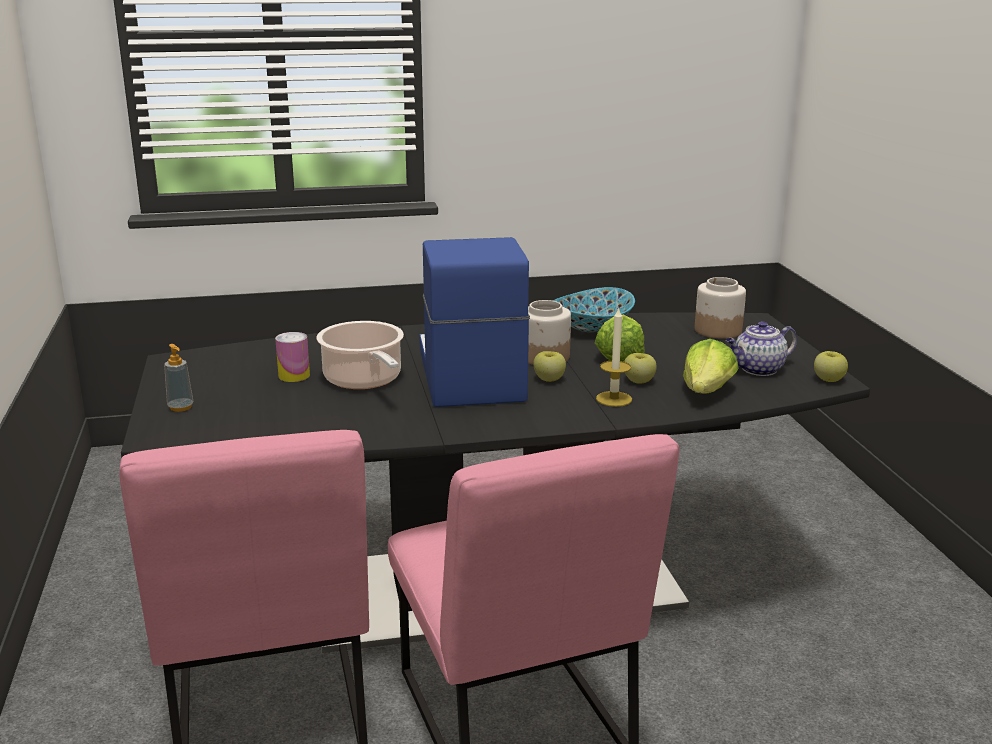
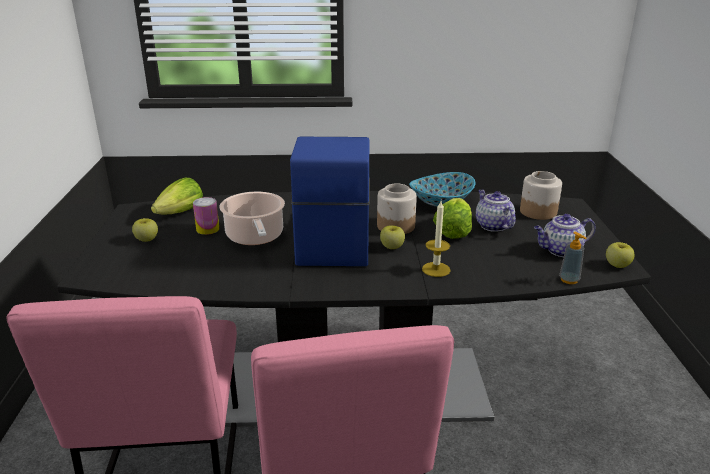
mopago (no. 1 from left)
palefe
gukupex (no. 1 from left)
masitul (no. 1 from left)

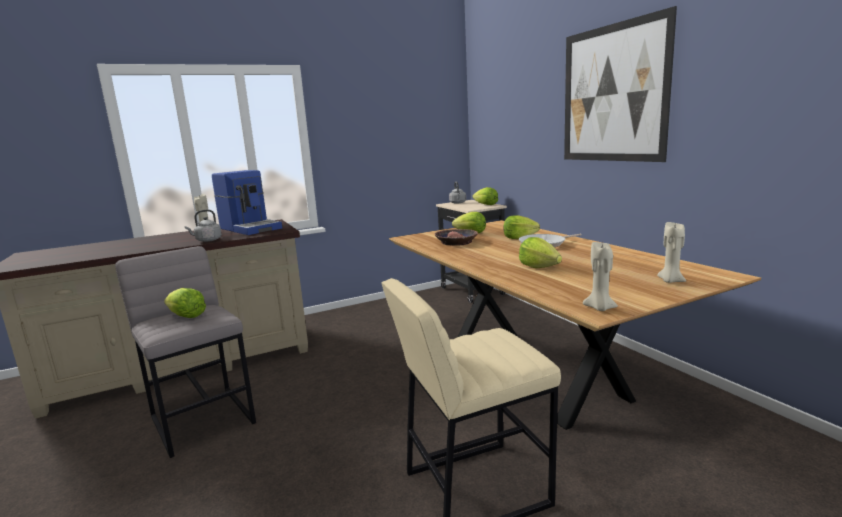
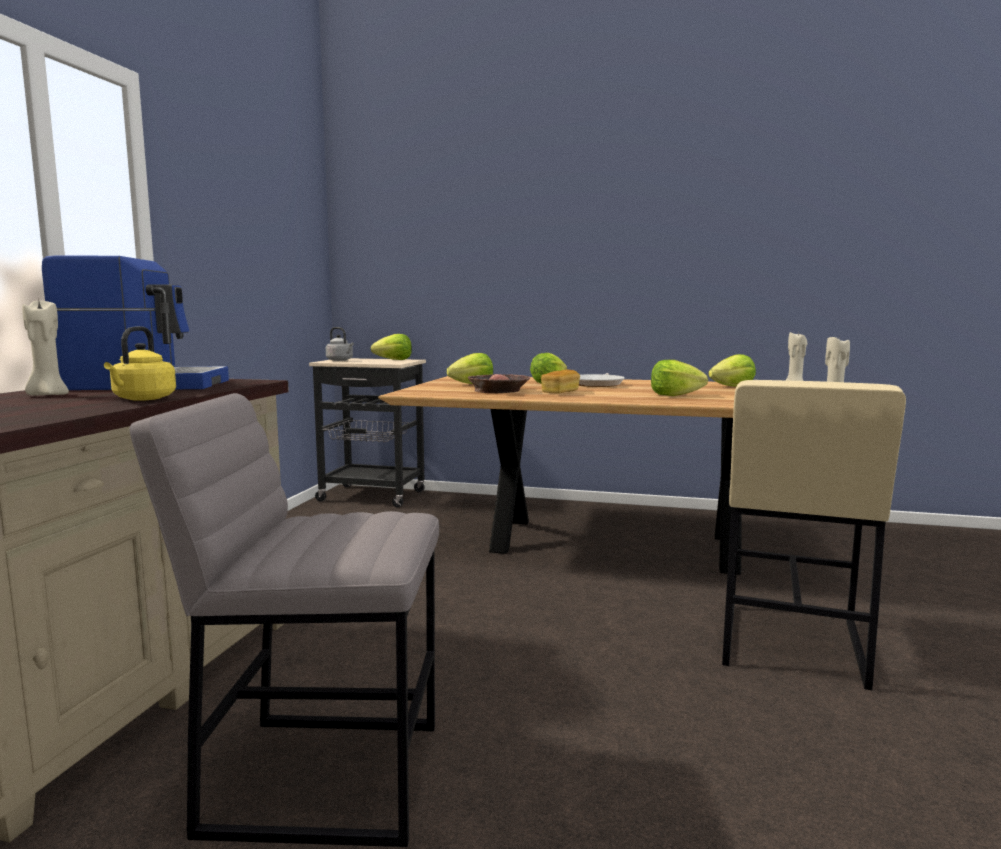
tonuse
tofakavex
masitul (no. 5 from left)
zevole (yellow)

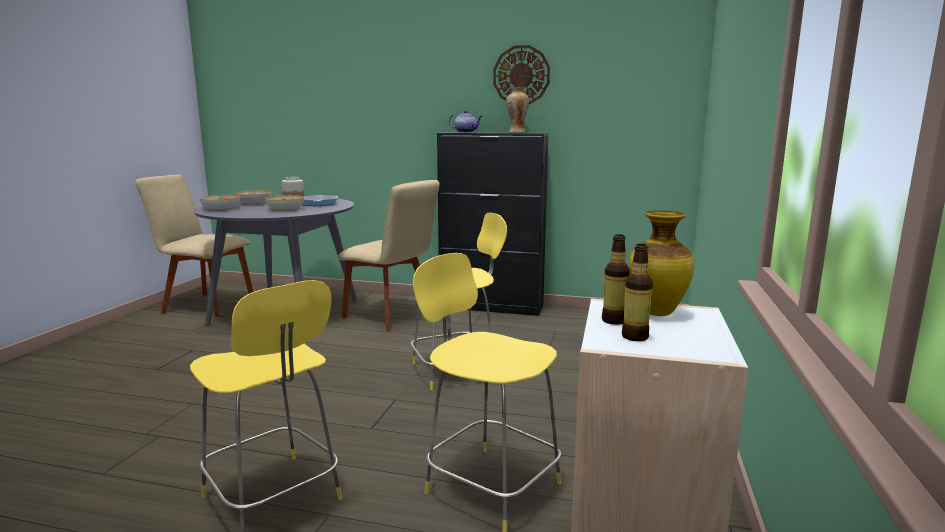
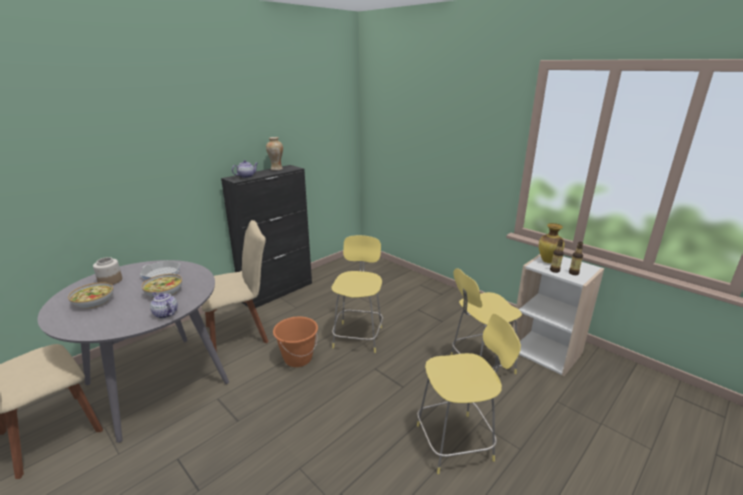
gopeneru (no. 1 from left in the first image)
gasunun
mopago (no. 1 from left)
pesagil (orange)

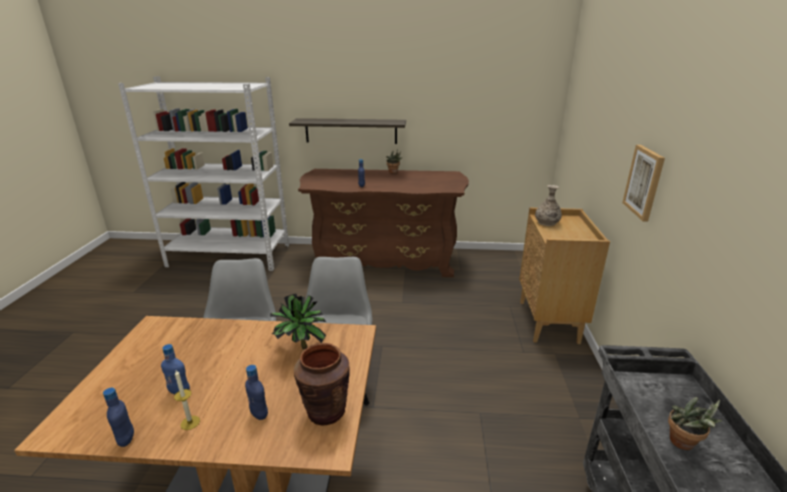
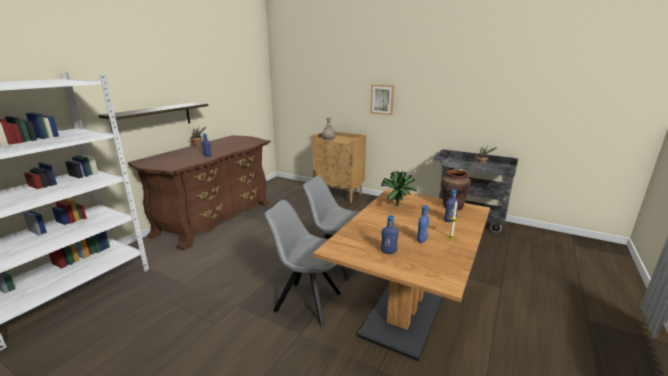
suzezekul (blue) (no. 2 from left)

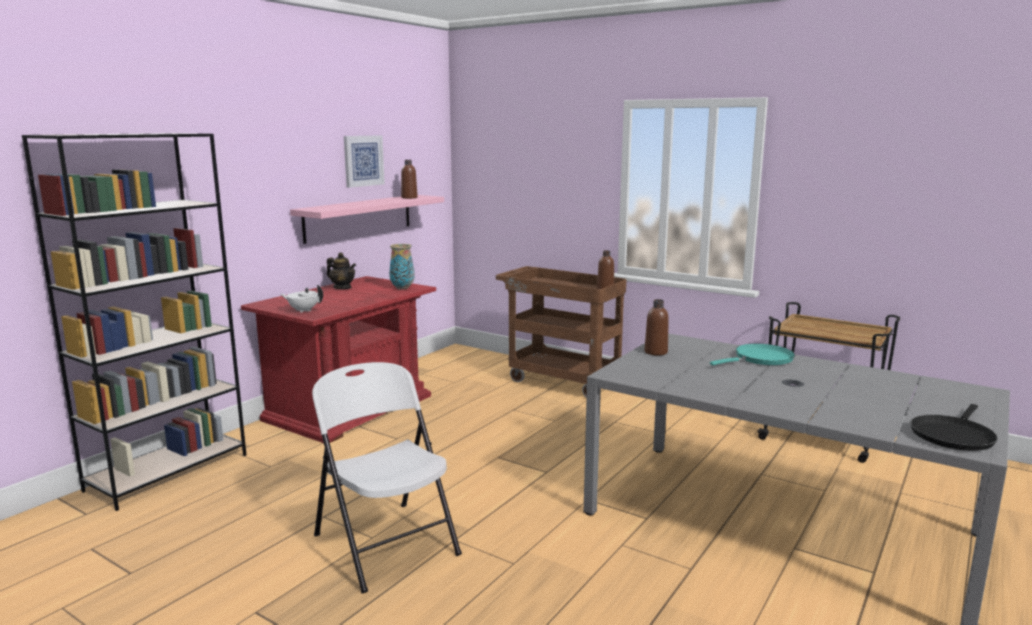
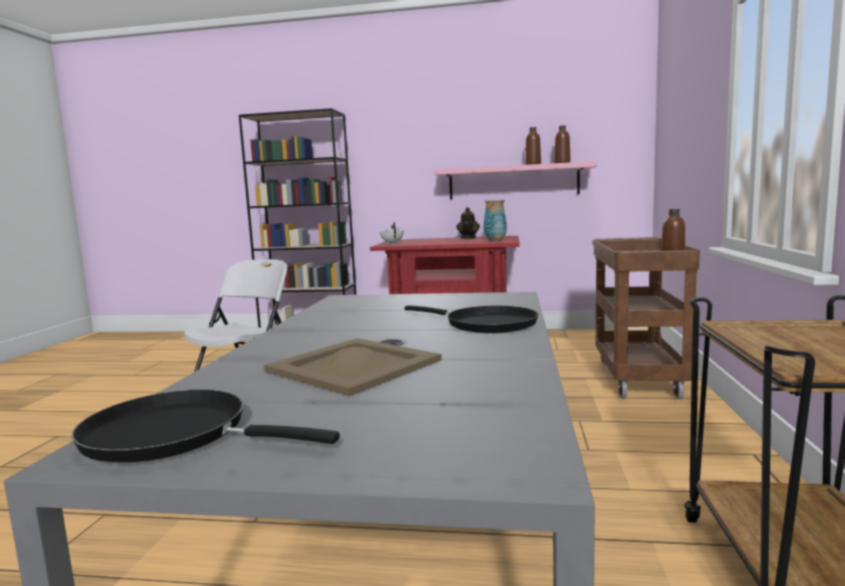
tonuse
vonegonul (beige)
suzezekul (brown) (no. 1 from left)
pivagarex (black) (no. 2 from left)

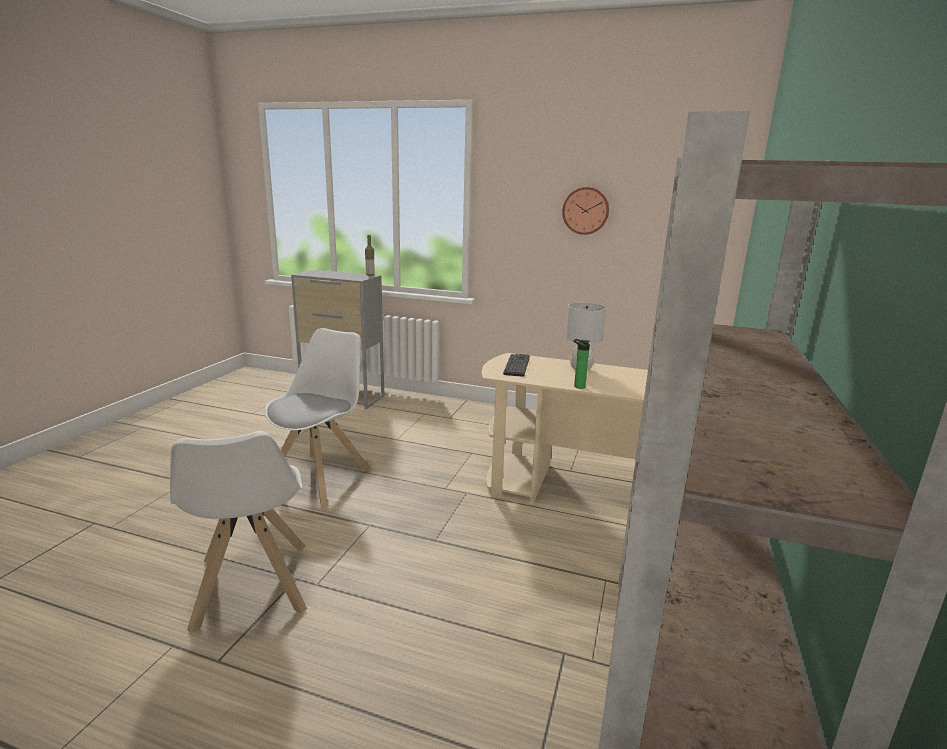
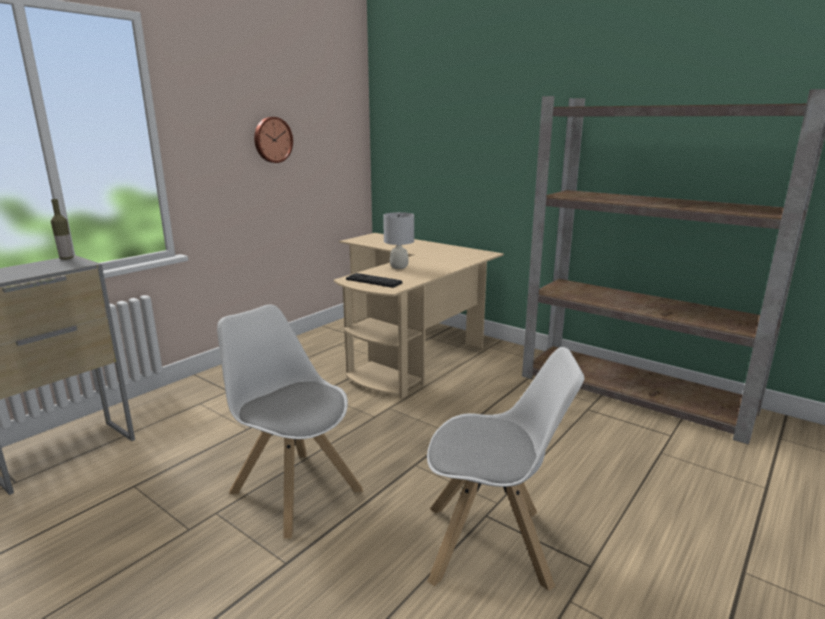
suzezekul (no. 2 from left in the first image)

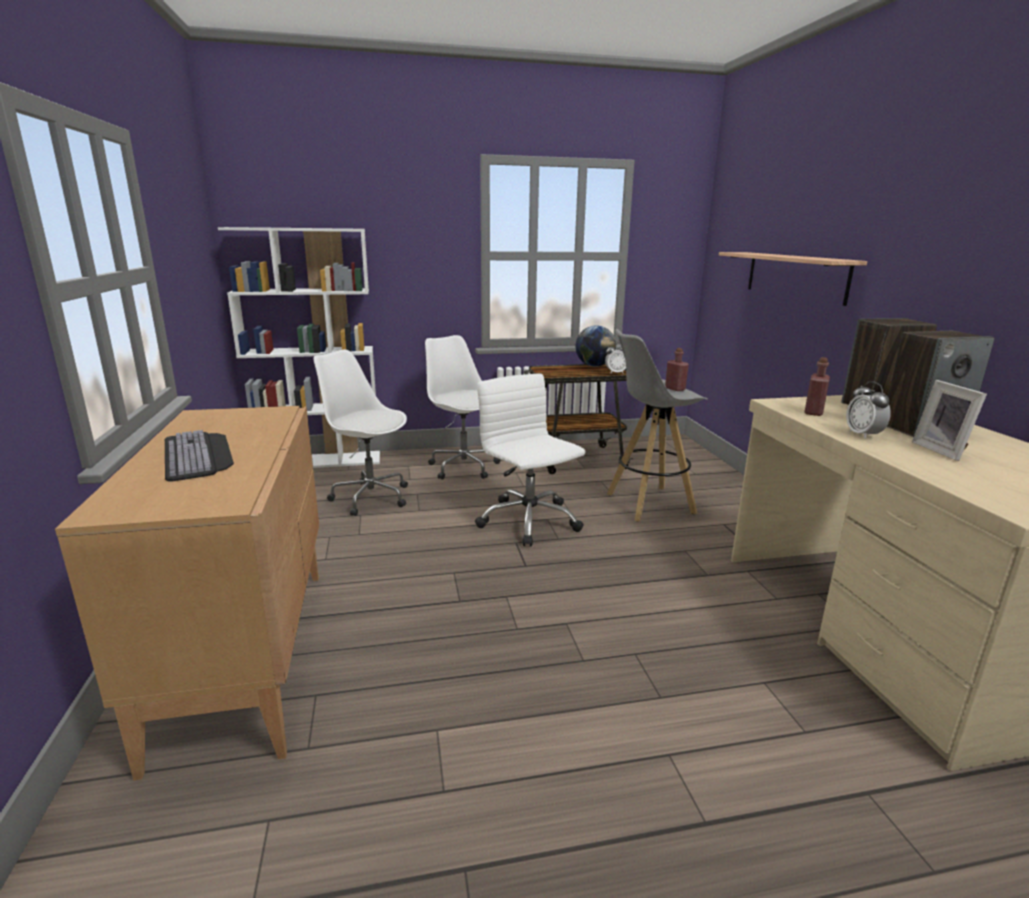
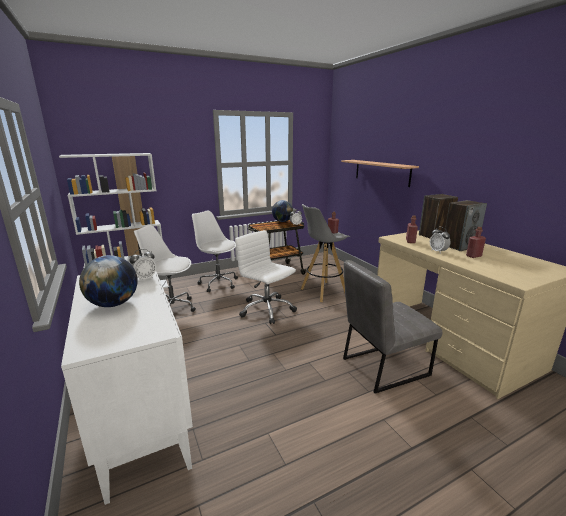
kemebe (no. 1 from left)
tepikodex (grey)
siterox (no. 1 from left)
suzezekul (red) (no. 3 from left)
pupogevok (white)

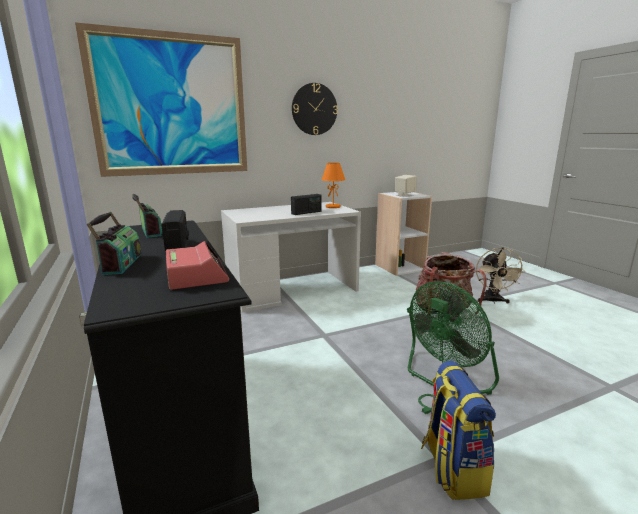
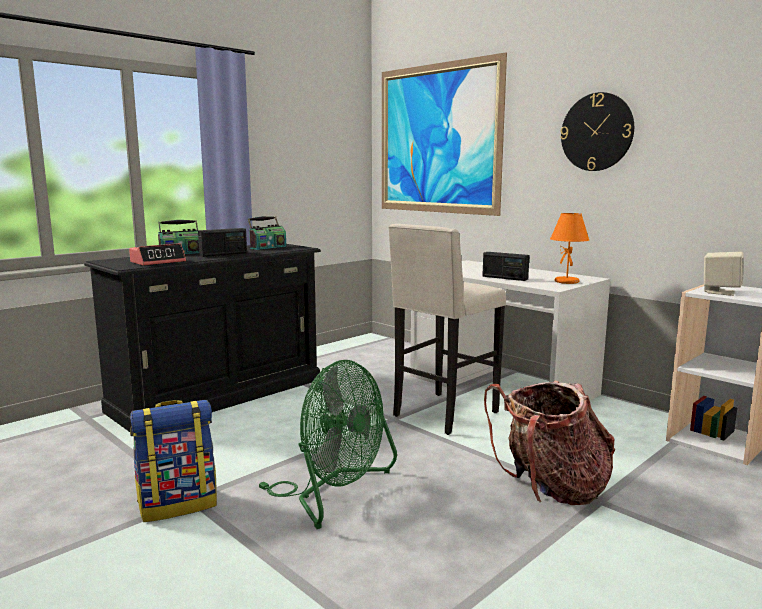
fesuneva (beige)
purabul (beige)

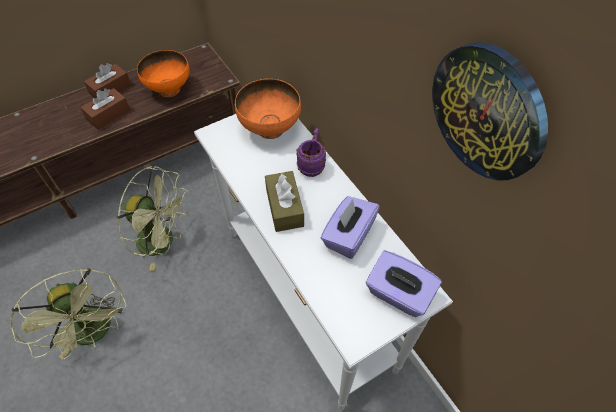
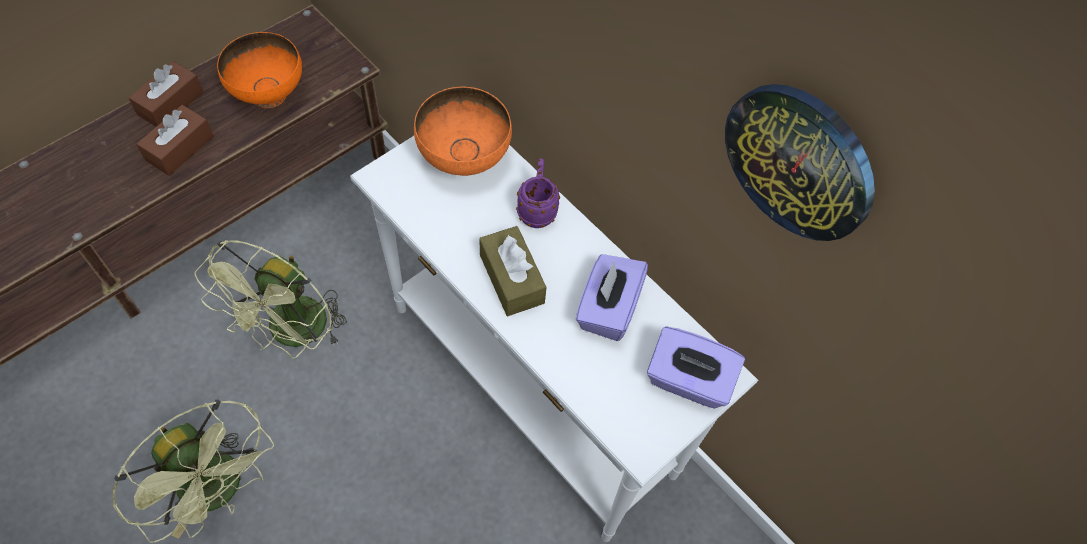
fesuneva (green) (no. 2 from left)

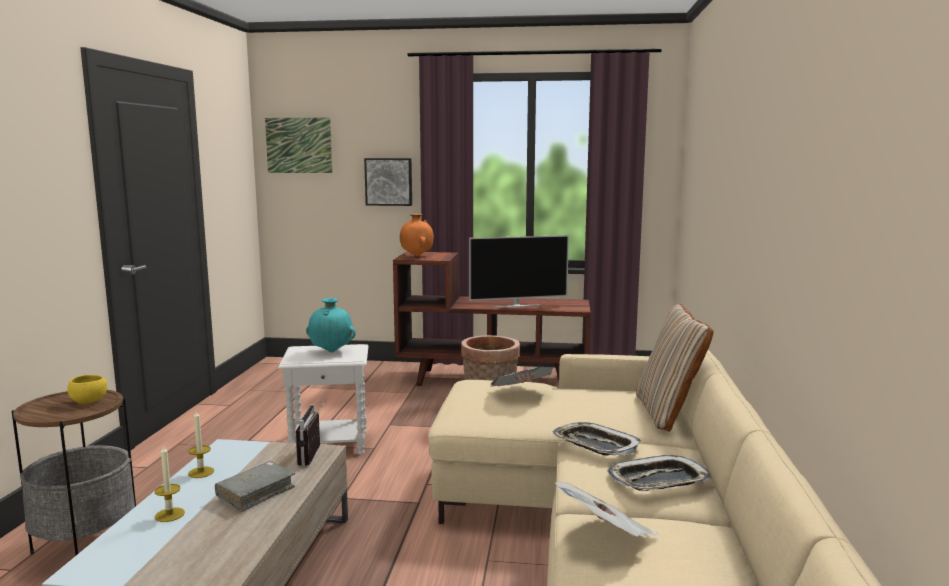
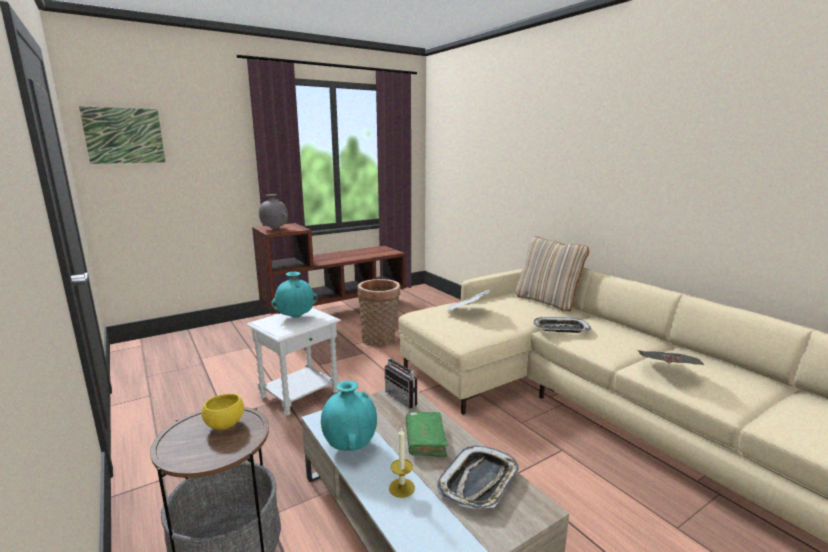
tonuse (no. 2 from left in the first image)
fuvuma
vonegonul (no. 1 from left)
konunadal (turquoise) (no. 2 from left)
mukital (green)
konunadal (grey)

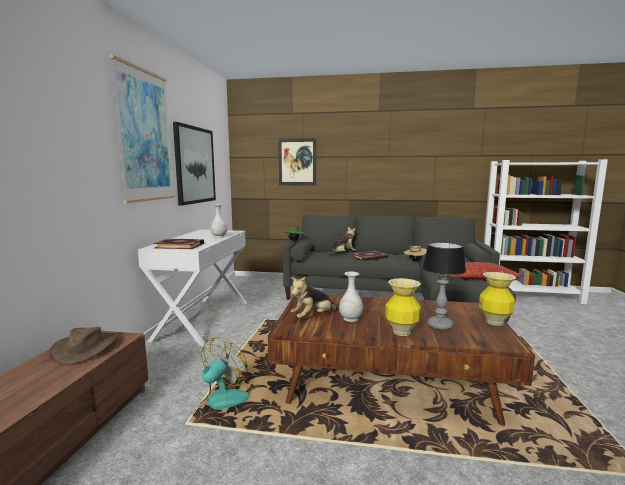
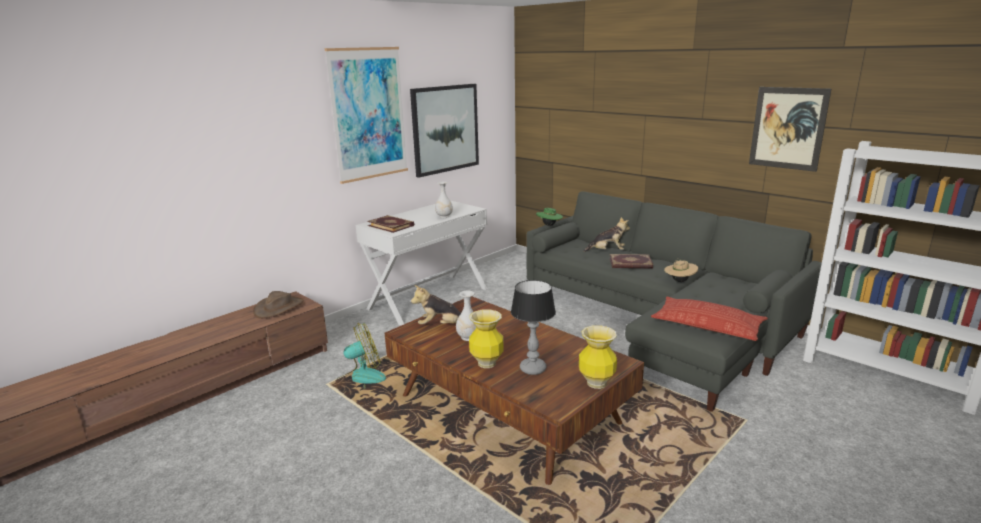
tonuse (no. 3 from left)

